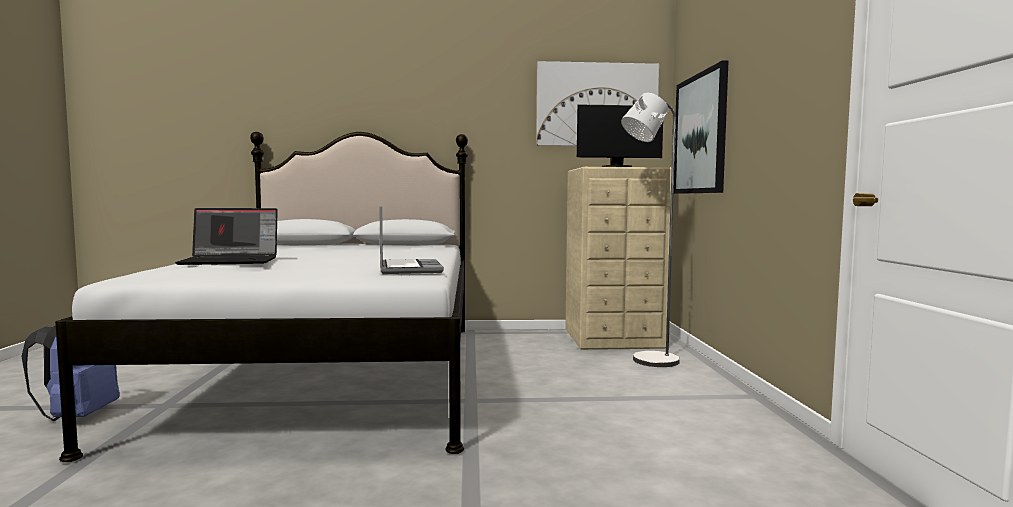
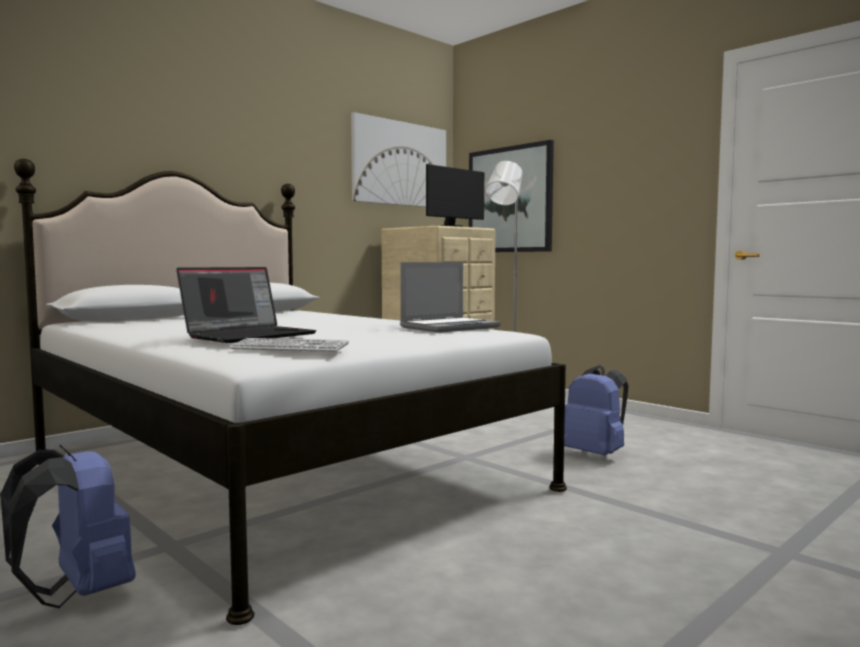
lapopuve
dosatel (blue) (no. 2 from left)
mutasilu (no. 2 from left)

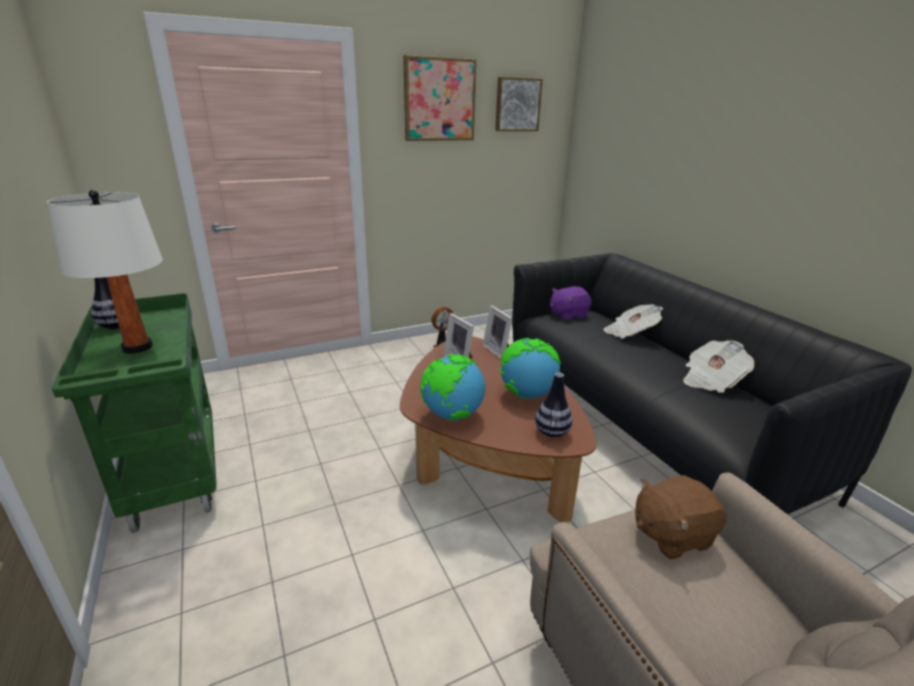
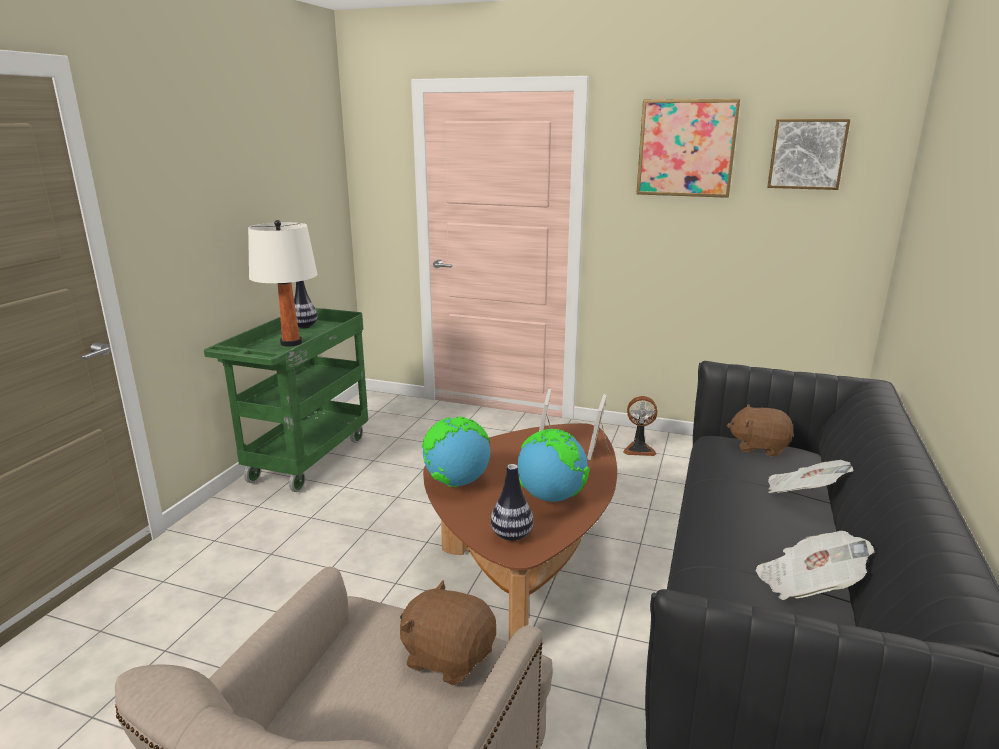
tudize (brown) (no. 2 from left)

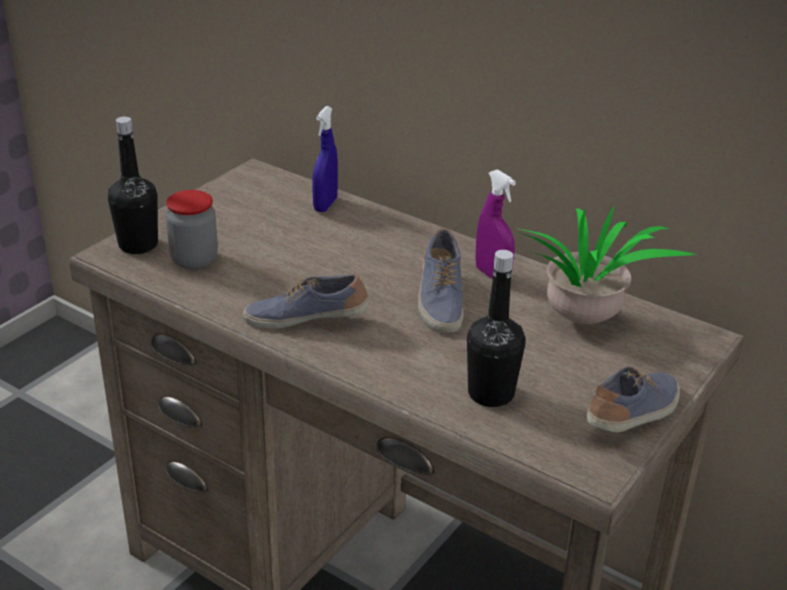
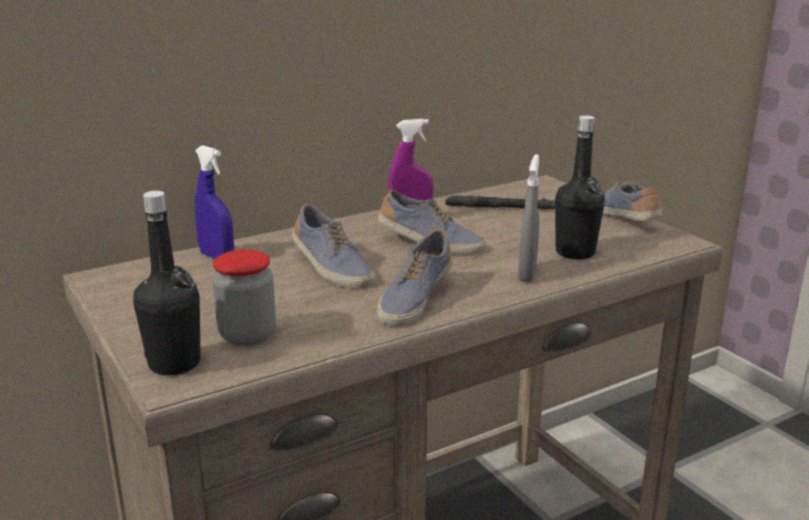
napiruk (no. 1 from left)
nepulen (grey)
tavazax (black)

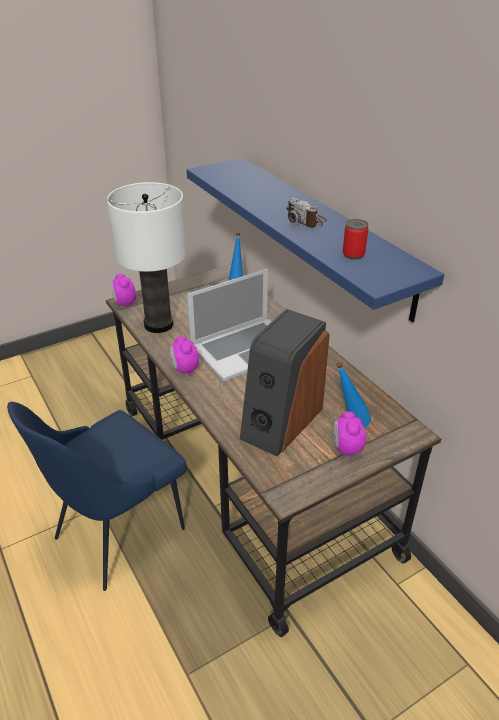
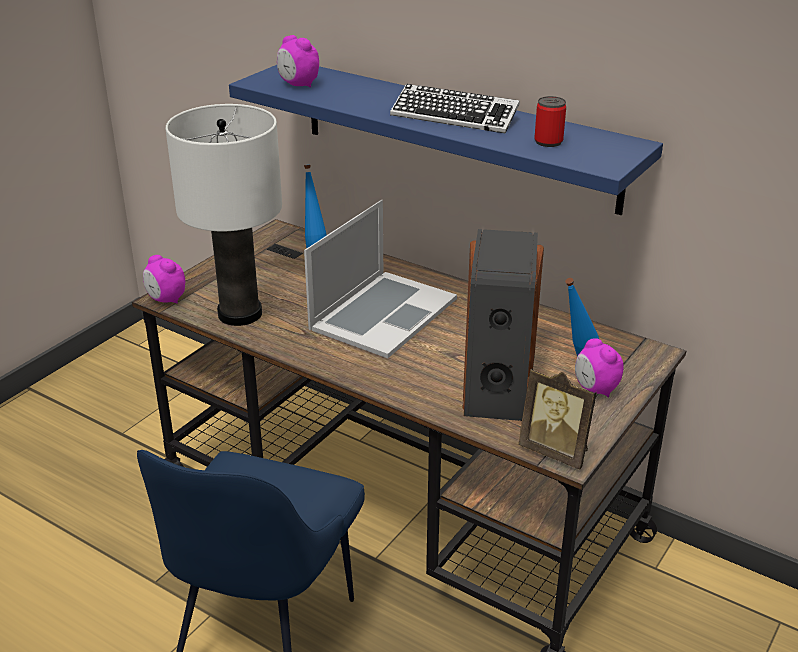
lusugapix
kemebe (no. 2 from left)
lapopuve

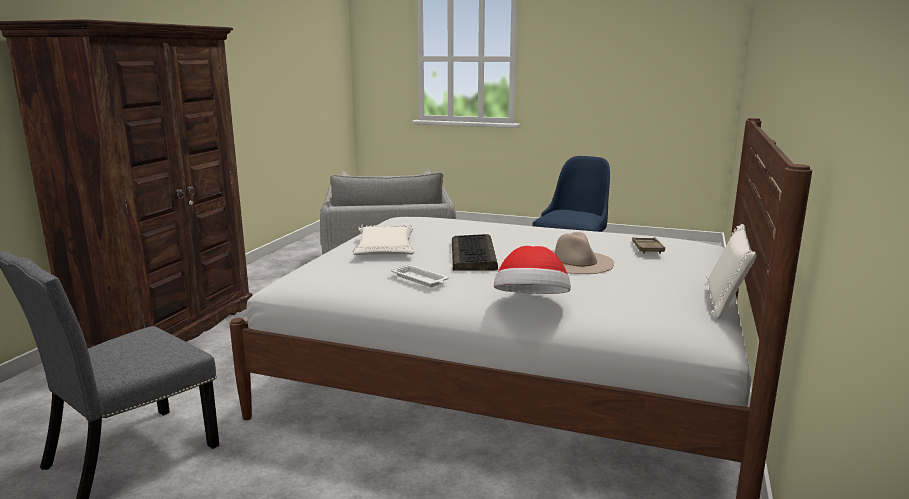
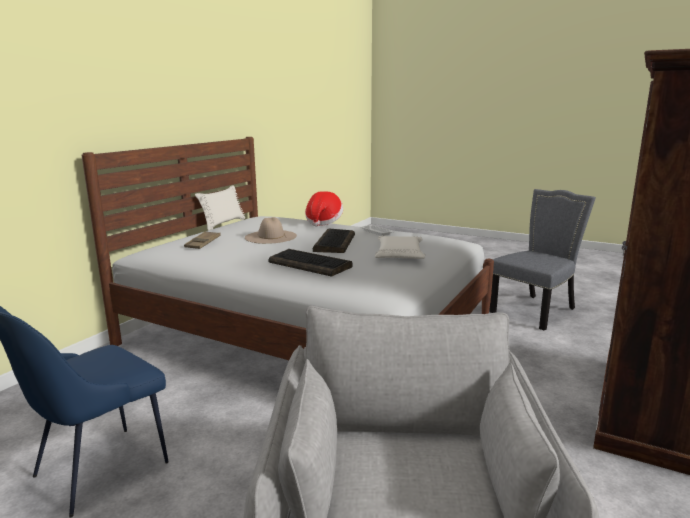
lapopuve (no. 1 from left)

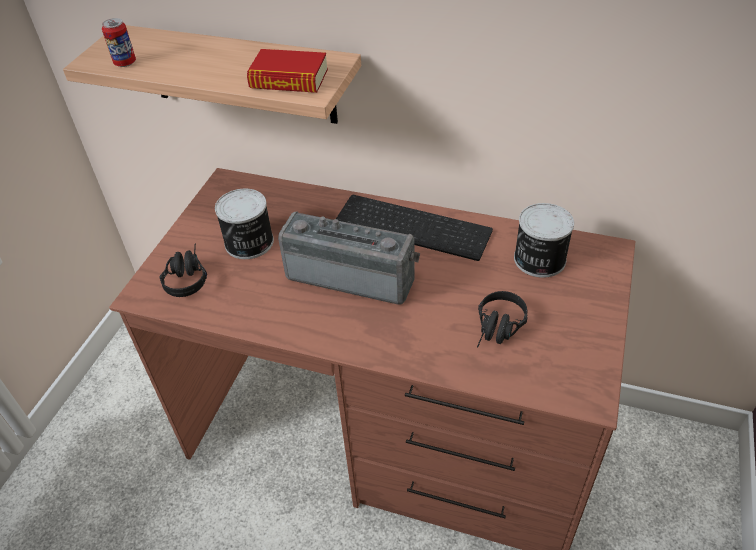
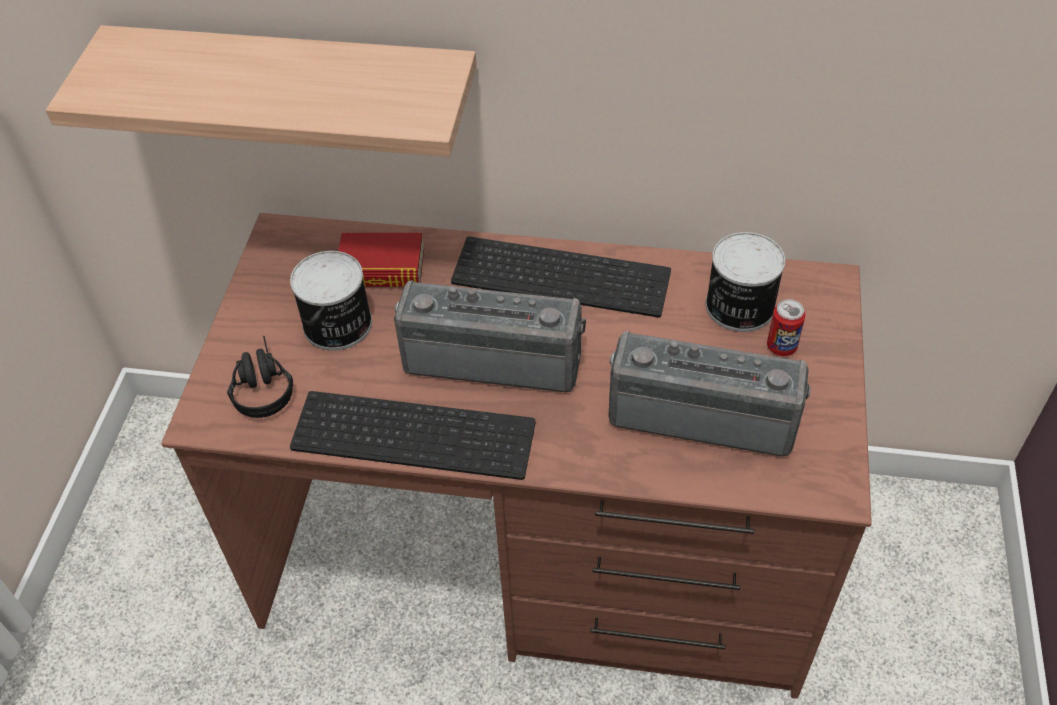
lapopuve (no. 1 from left)
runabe (no. 3 from left)
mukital
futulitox (no. 2 from left)

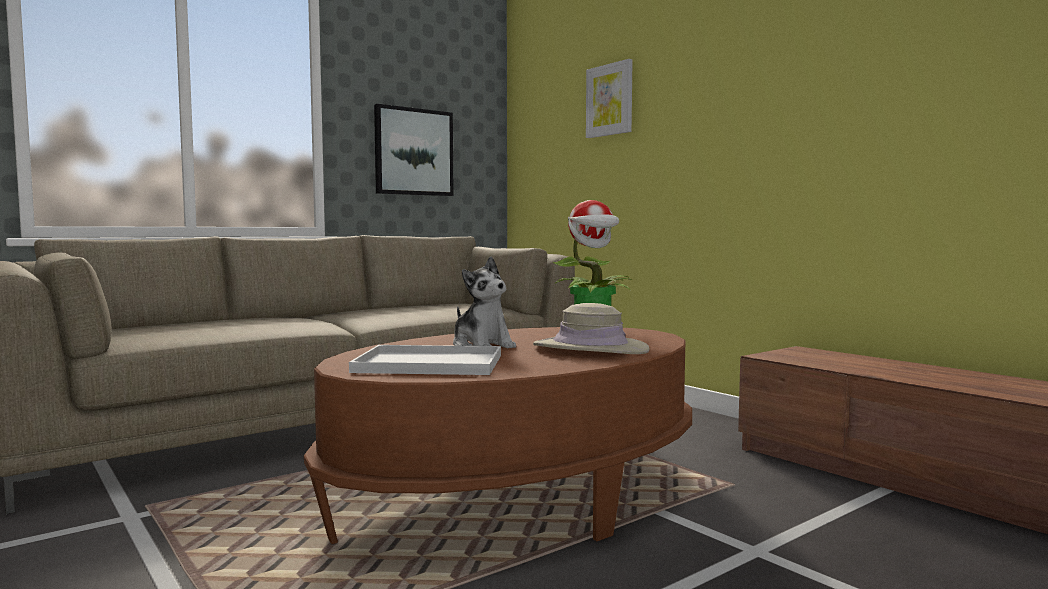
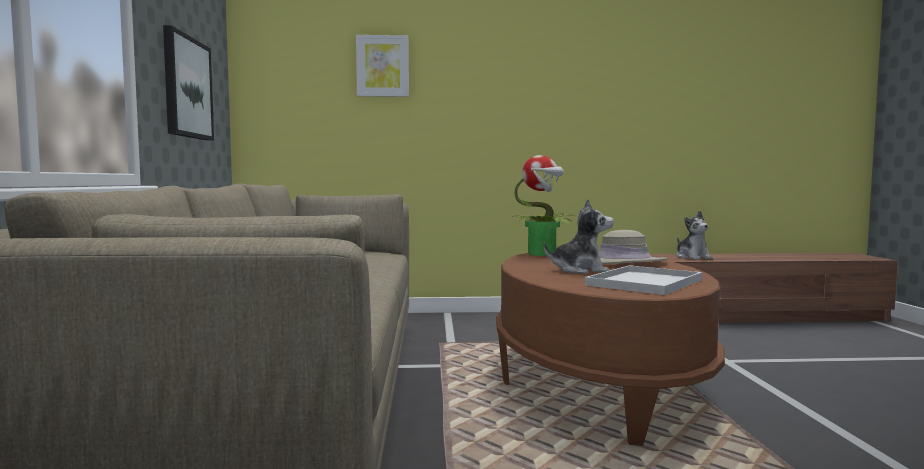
tudize (no. 2 from left)

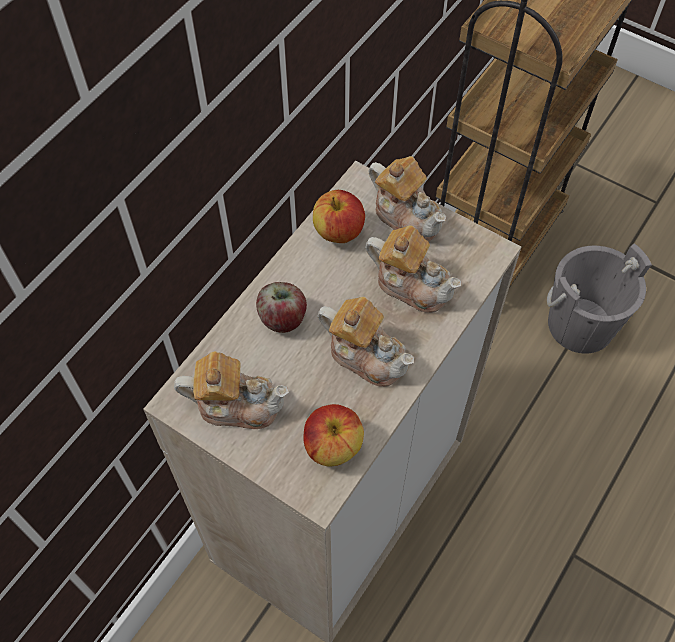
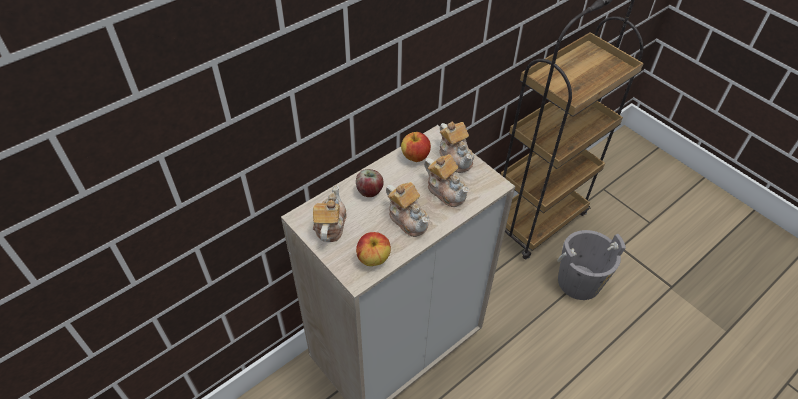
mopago (no. 1 from left)

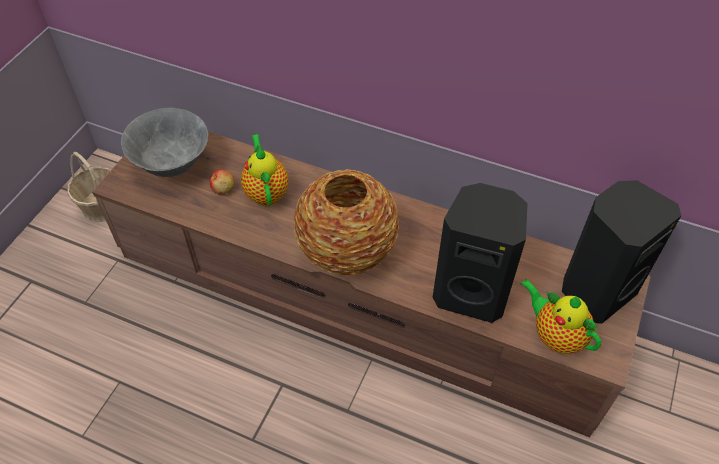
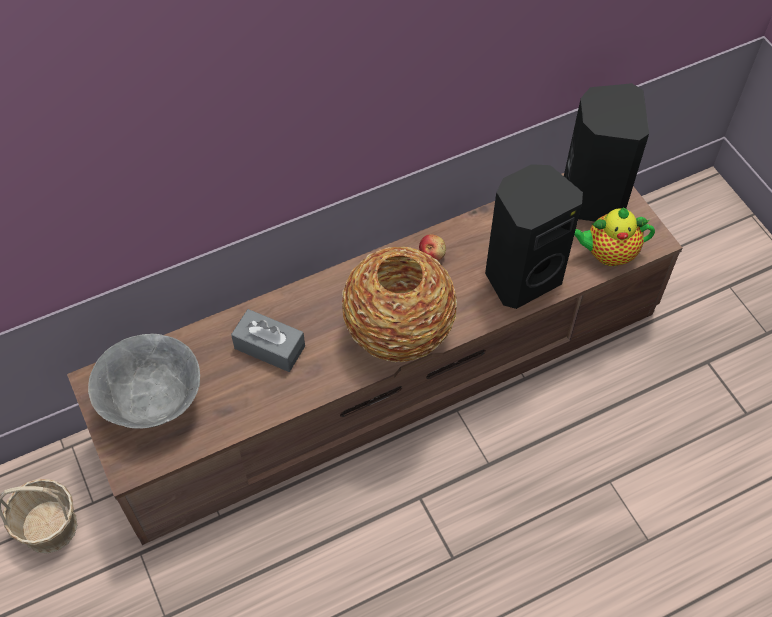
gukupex
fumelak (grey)

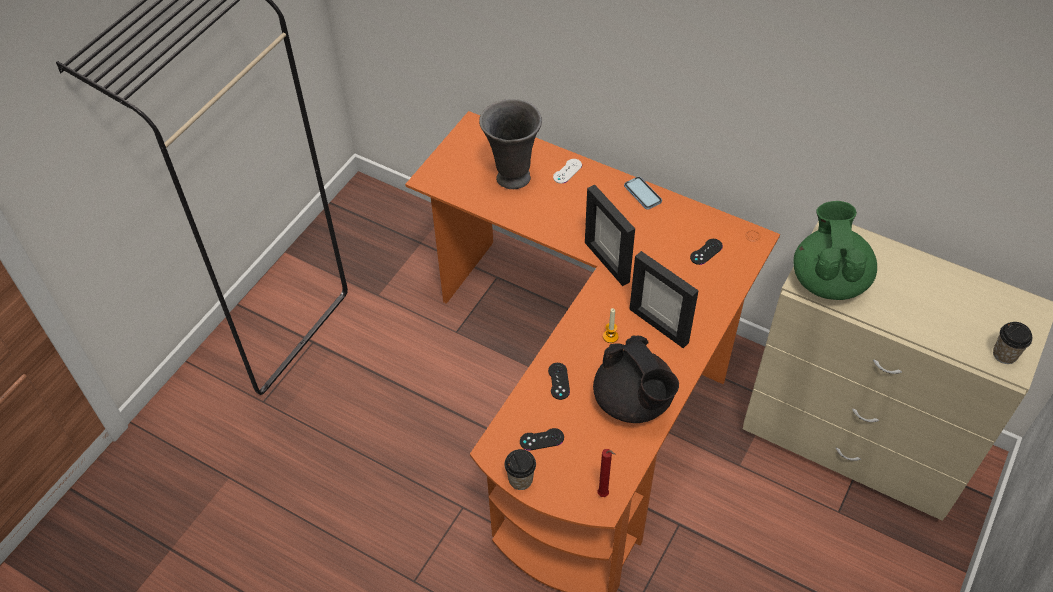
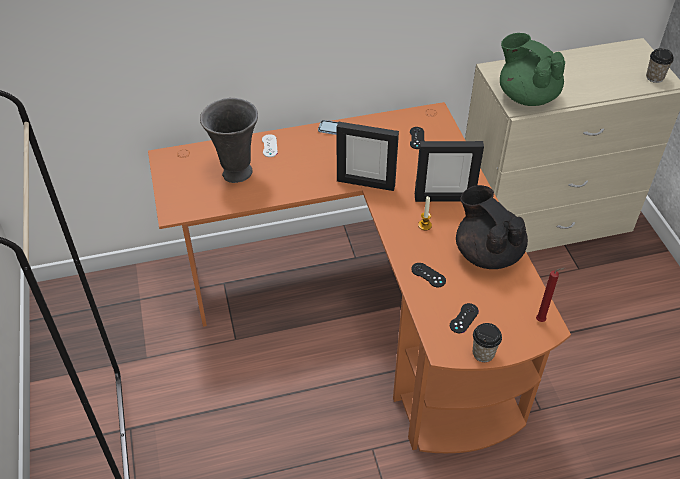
mopago (black)

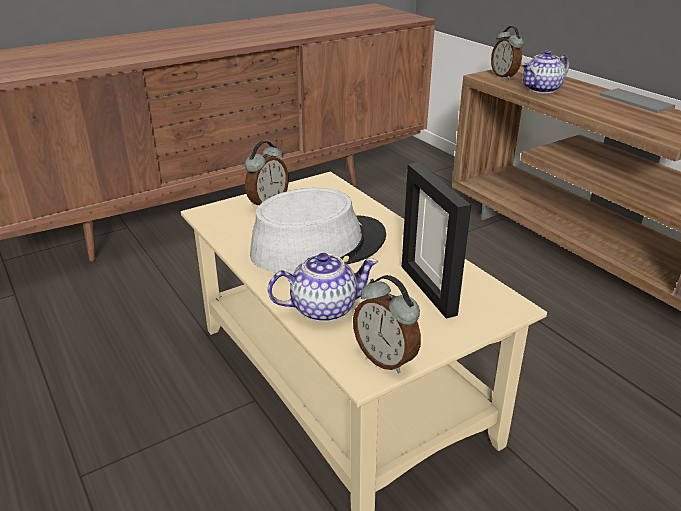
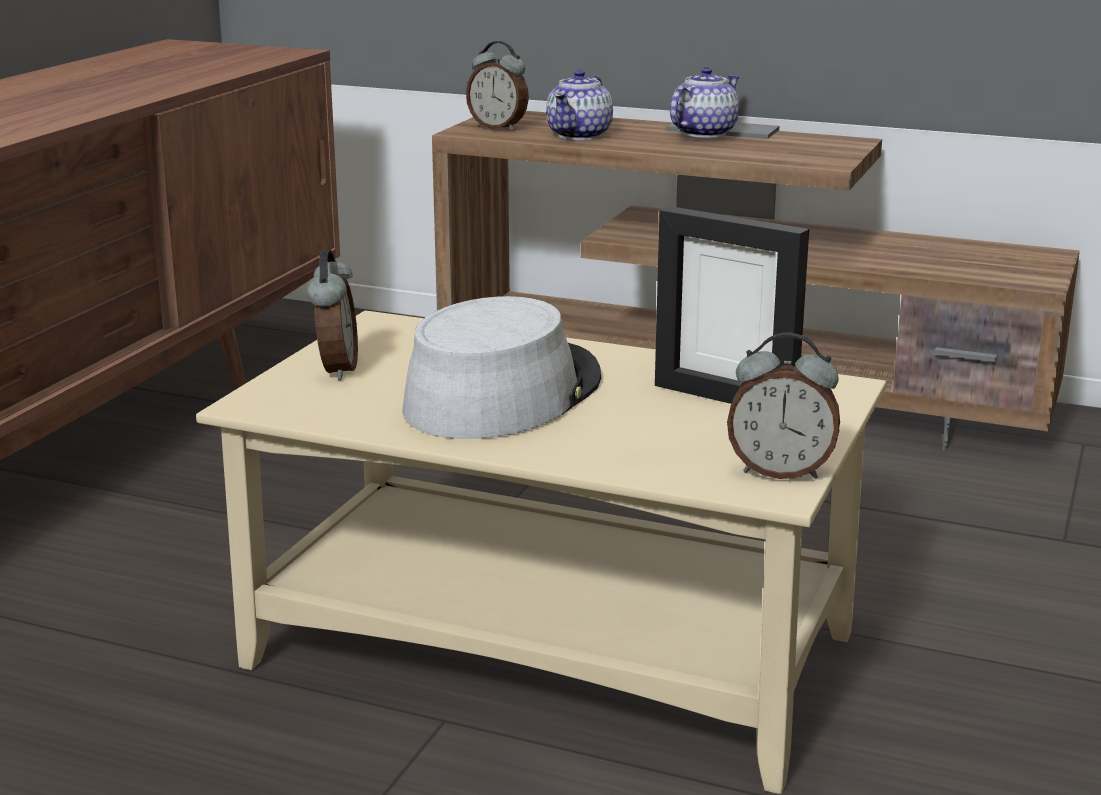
mopago (no. 2 from left)

